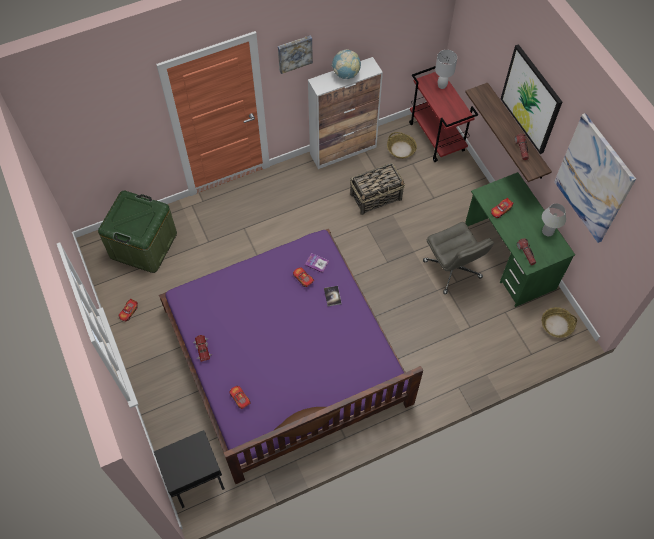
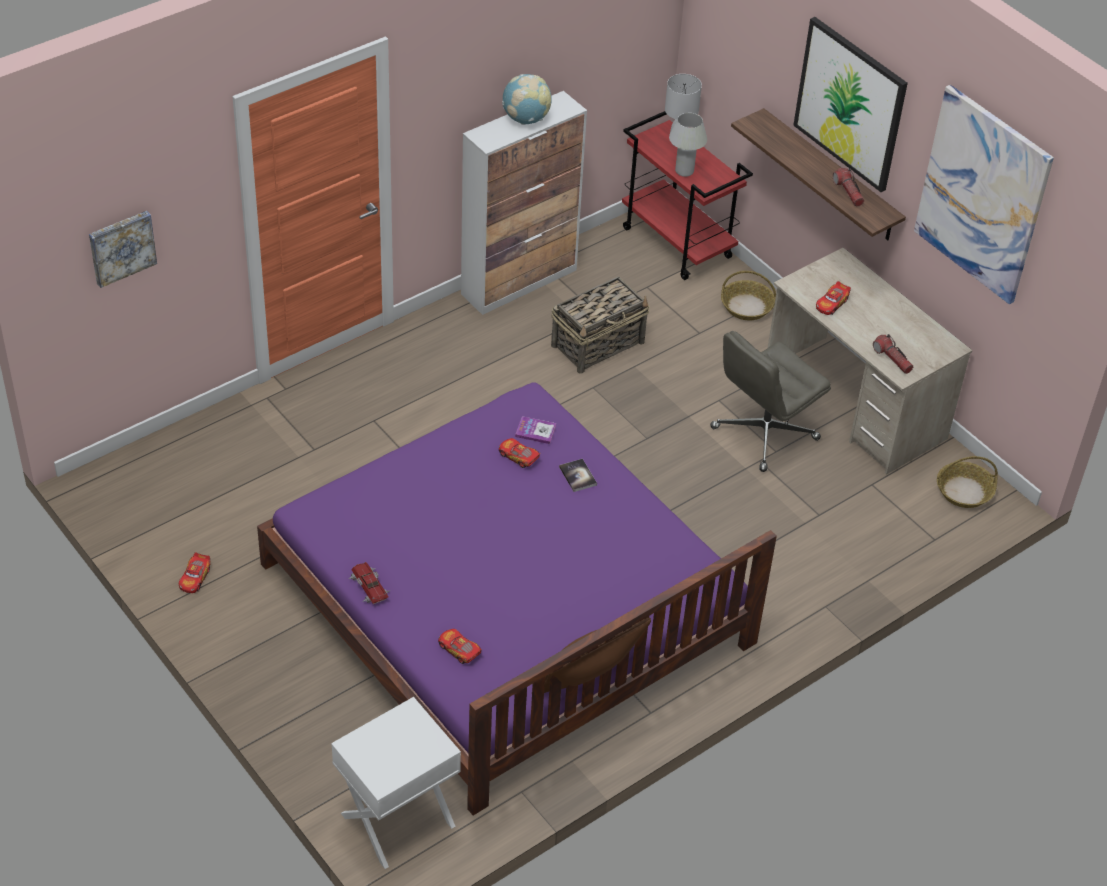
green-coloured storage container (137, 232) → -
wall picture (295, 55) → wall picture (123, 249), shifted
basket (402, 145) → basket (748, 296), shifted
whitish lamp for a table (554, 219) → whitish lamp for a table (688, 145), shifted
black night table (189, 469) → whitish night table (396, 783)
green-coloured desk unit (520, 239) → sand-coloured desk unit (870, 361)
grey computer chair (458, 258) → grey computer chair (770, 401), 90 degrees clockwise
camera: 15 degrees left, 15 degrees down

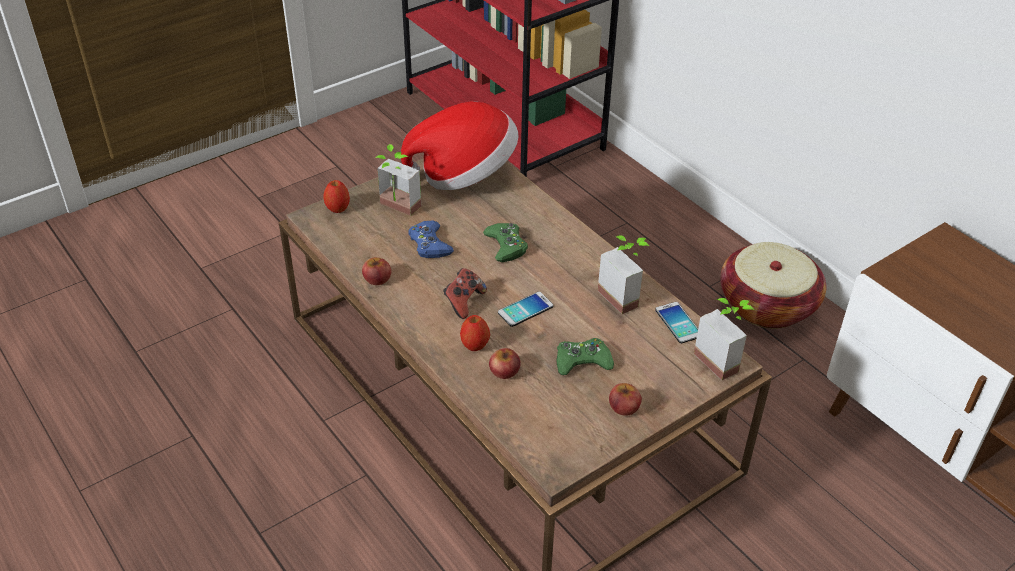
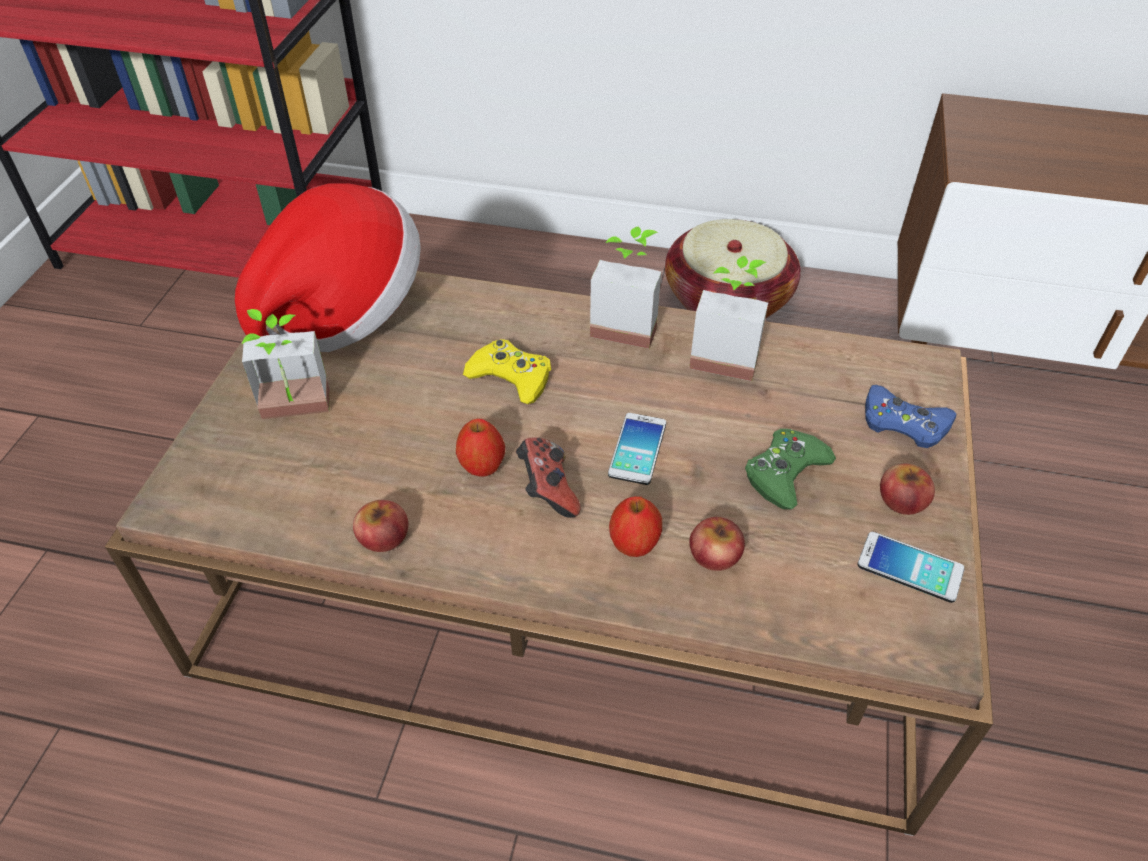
apple (336, 196) → apple (480, 448), shifted
blue-coloured gamepad (431, 239) → blue-coloured gamepad (910, 416), shifted
handset (676, 322) → handset (911, 567), shifted
plant in a pot (724, 339) → plant in a pot (625, 287), shifted
green-coloured gamepad (505, 242) → yellowish gamepad (507, 371)
camera: 40 degrees left, 5 degrees up

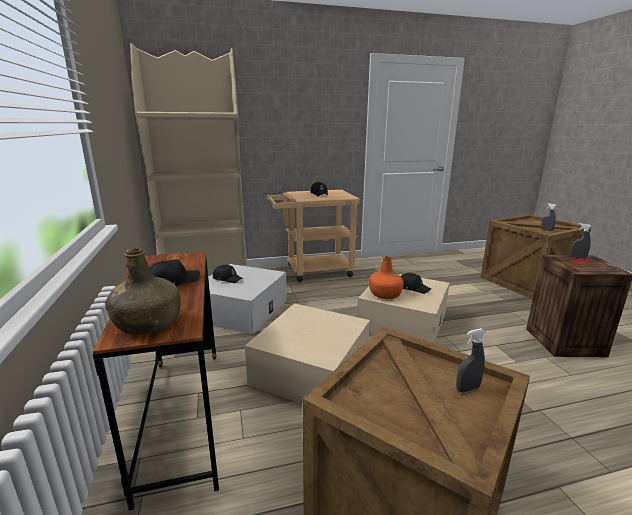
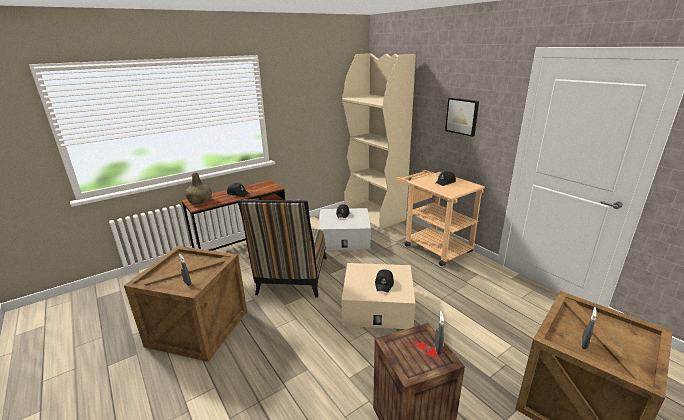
orange-coloured drink bottle (386, 277) → -
- → wall picture (462, 117)
sand-coloured storage container (307, 353) → plain chair (282, 248)
camera: 70 degrees right, 5 degrees up

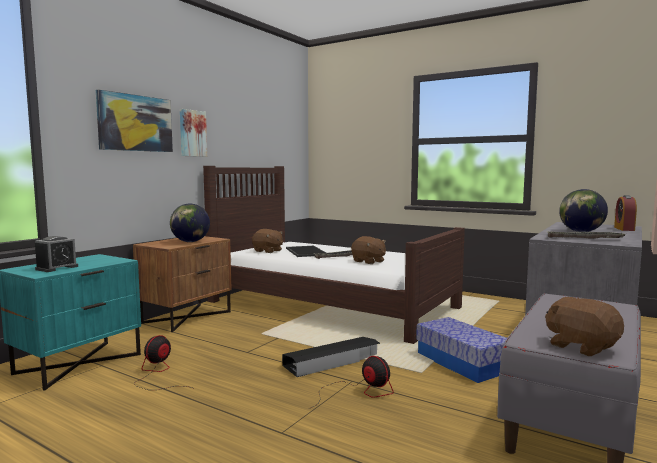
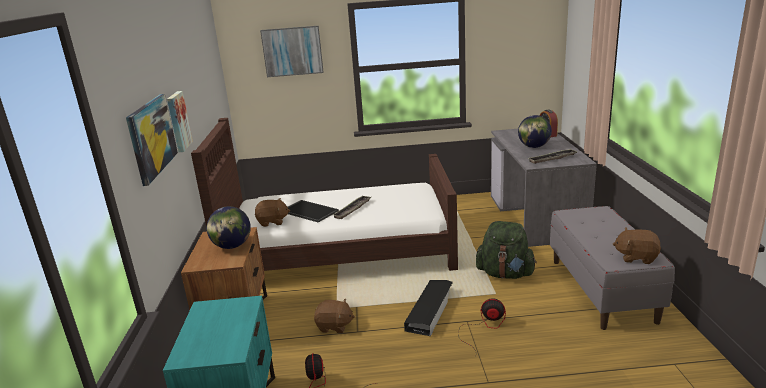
alarm clock (56, 254) → -
- → wall picture (292, 51)
brown-coloured soft toy (368, 250) → brown-coloured soft toy (334, 316), shifted
storage container (461, 350) → green-coloured knapsack (506, 250)
camera: 35 degrees left, 15 degrees up

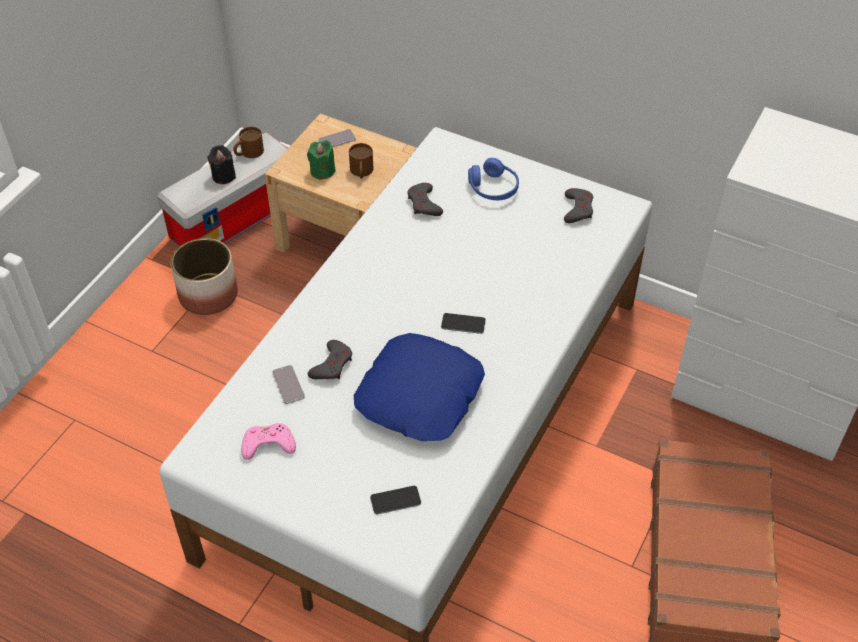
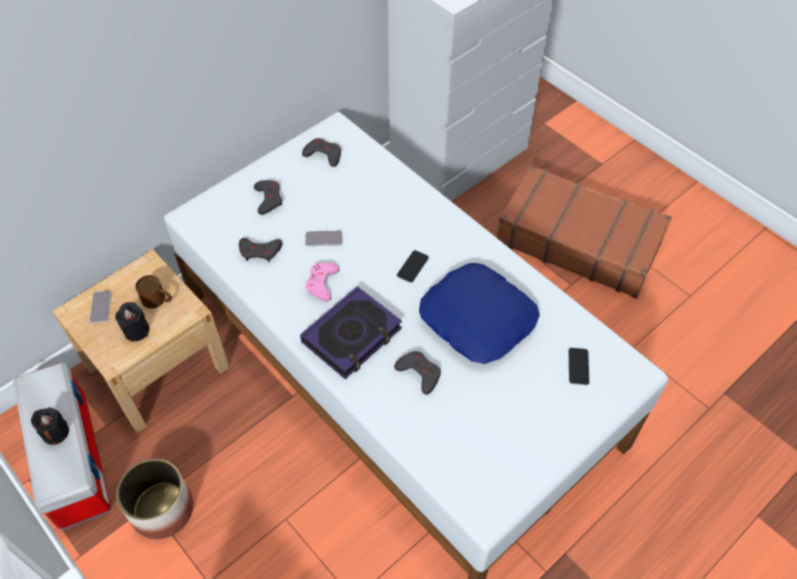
brown-coloured mug (248, 142) → -
- → book (351, 332)
pink-coloured gamepad (268, 441) → pink-coloured gamepad (322, 281), shifted
handset (288, 384) → handset (323, 238), shifted
blue-coloured pair of headphones (493, 179) → grey gamepad (268, 197)
green-coloured wax candle (321, 160) → black wax candle (132, 321)
camera: 70 degrees left, 5 degrees up

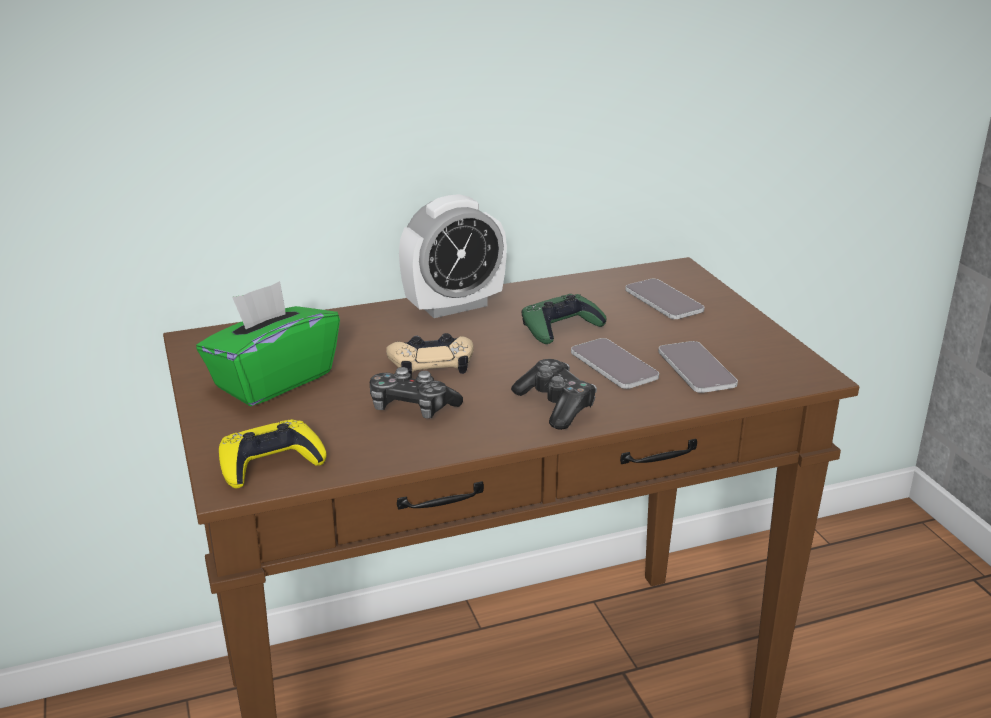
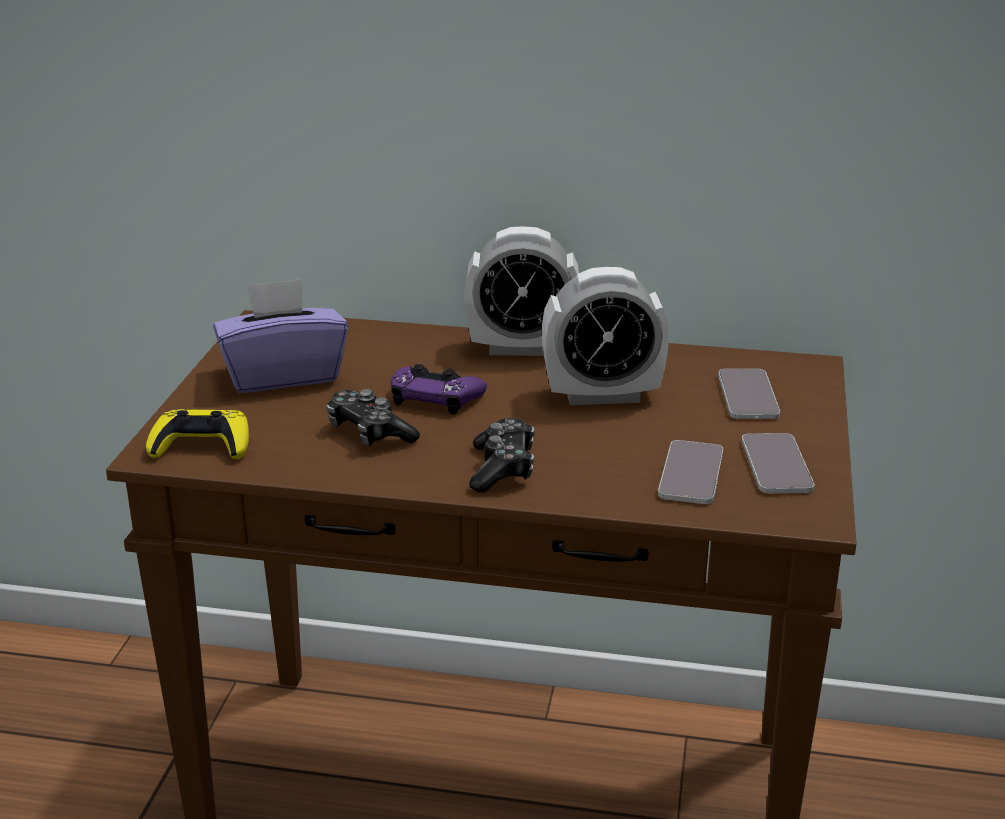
handset (615, 363) → handset (778, 463), shifted
green-coloured gamepad (564, 319) → alarm clock (605, 336)
green-coloured tissue box (268, 343) → purplish tissue box (281, 336)
sand-coloured gamepad (430, 354) → purplish gamepad (439, 389)
camera: 30 degrees right, 0 degrees up

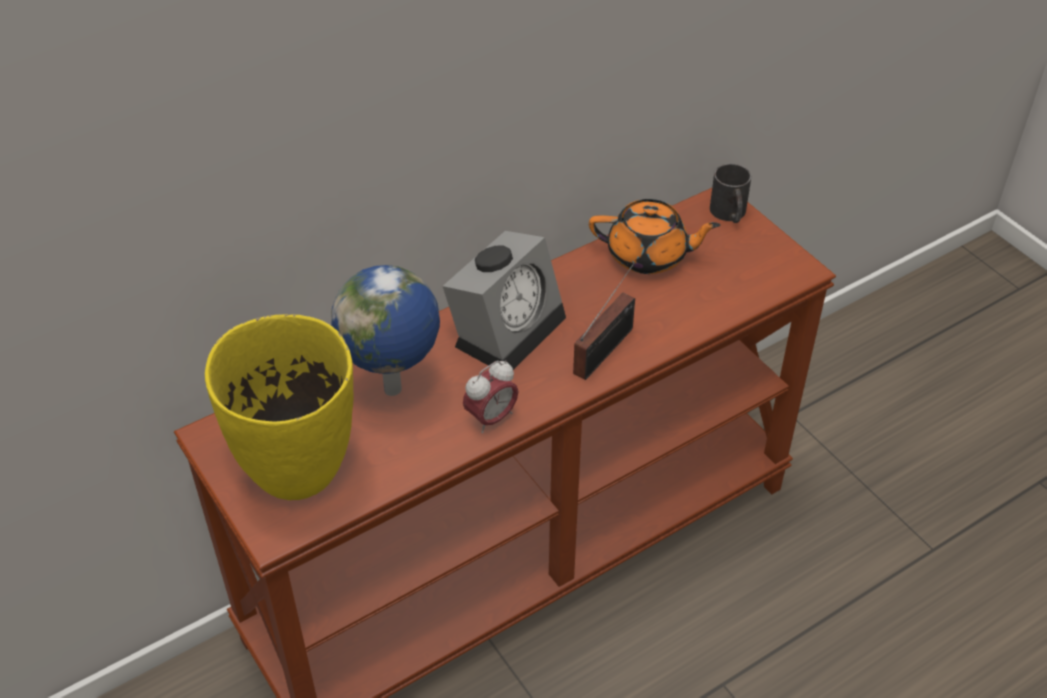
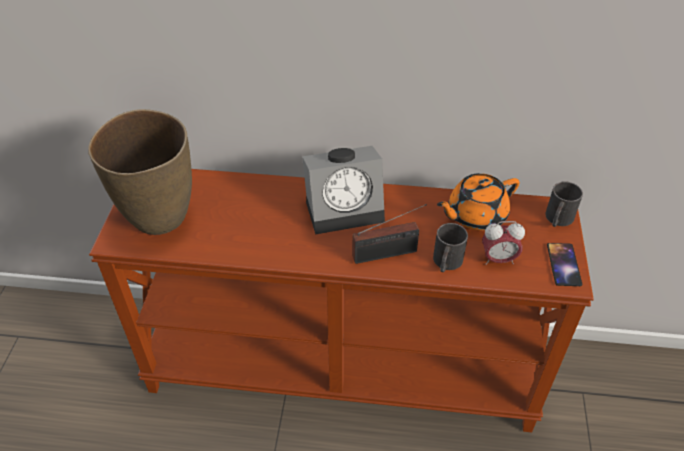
desk globe (385, 330) → -
- → black mug (450, 247)
- → handset (564, 264)
alarm clock (490, 396) → alarm clock (503, 243), shifted
yellowish decorative vase (279, 407) → brown-coloured decorative vase (140, 172)
orange-coloured teapot (654, 236) → orange-coloured teapot (478, 202), 105 degrees clockwise
camera: 40 degrees right, 0 degrees up

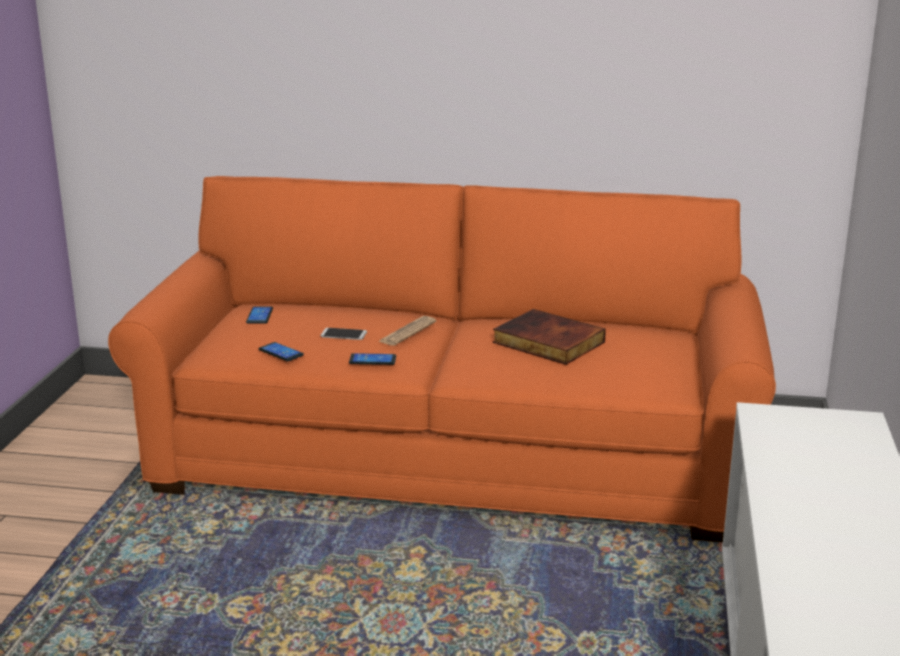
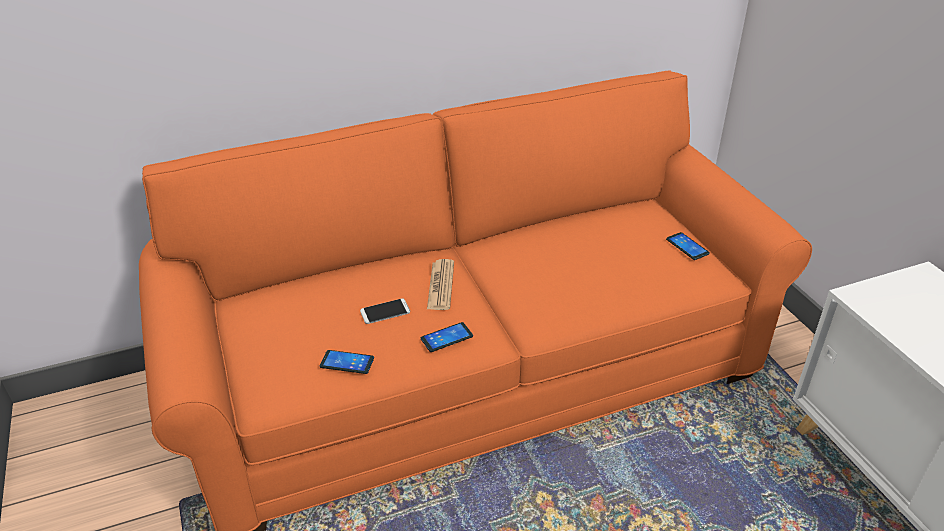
book (549, 337) → -
handset (259, 315) → handset (688, 246), shifted
camera: 30 degrees left, 15 degrees up

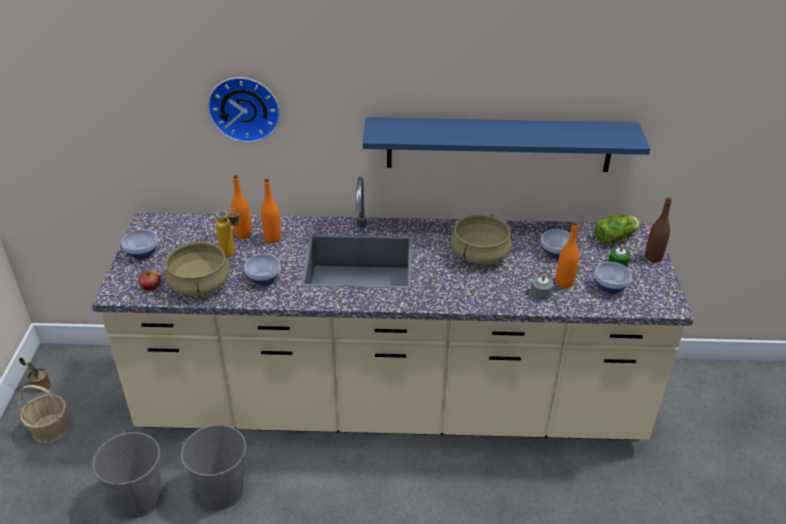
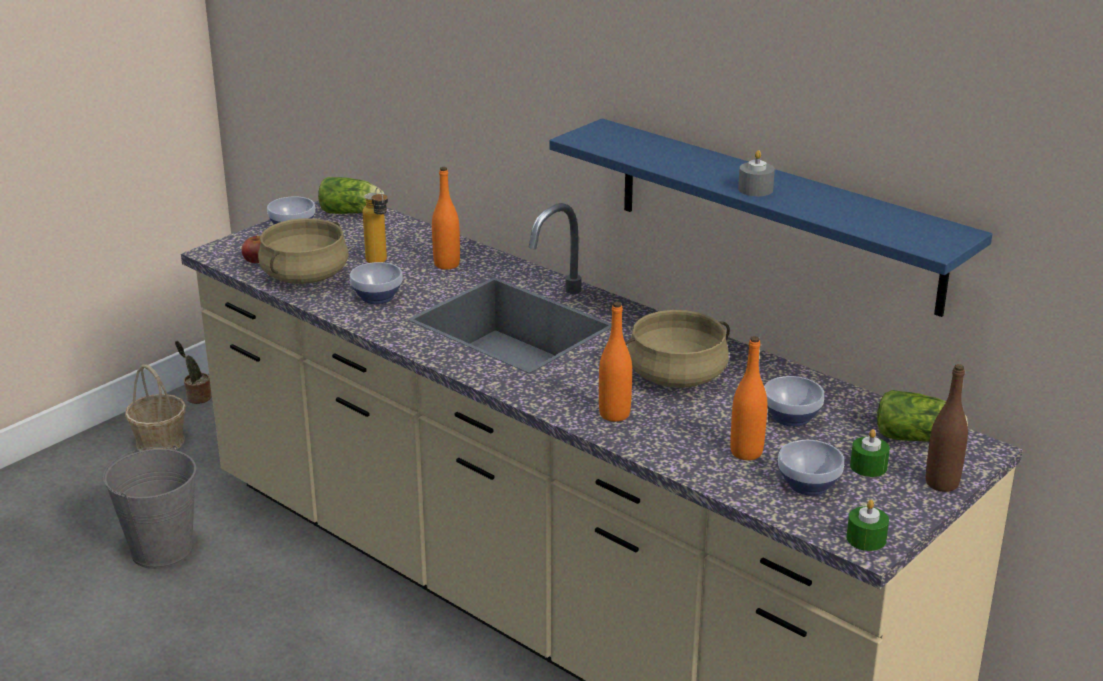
grey pail (213, 467) → -
wall clock (243, 110) → -
- → lettuce (351, 195)
- → green-coloured wax candle (867, 525)
orange-coloured drink bottle (241, 207) → orange-coloured drink bottle (615, 362), shifted
grey wax candle (542, 287) → grey wax candle (756, 173), shifted
camera: 40 degrees right, 10 degrees down

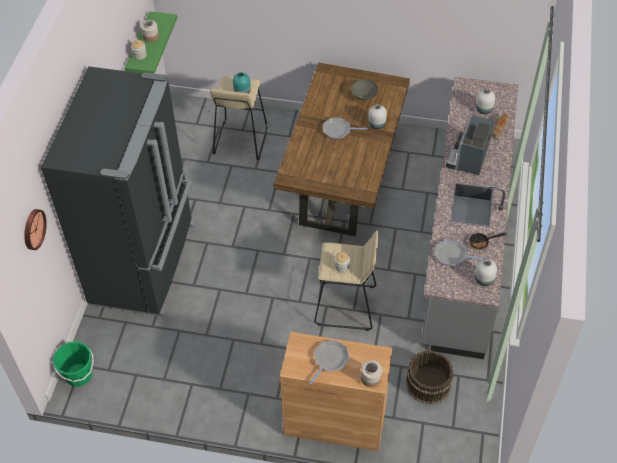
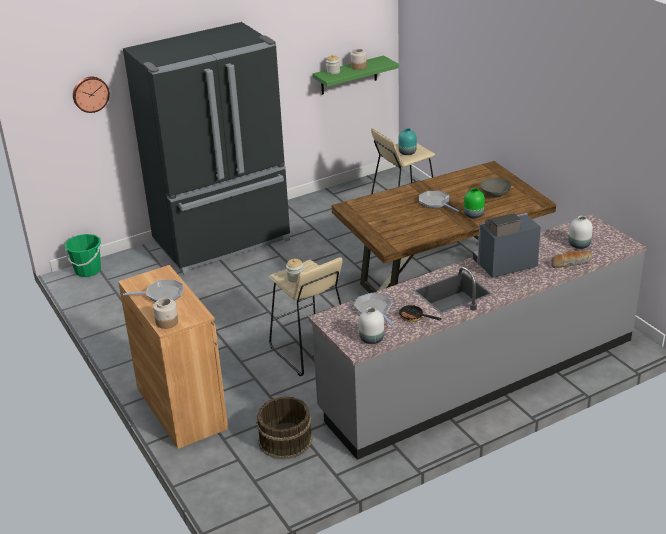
whitish decorative vase (377, 117) → green-coloured decorative vase (474, 203)
camera: 50 degrees right, 20 degrees down

